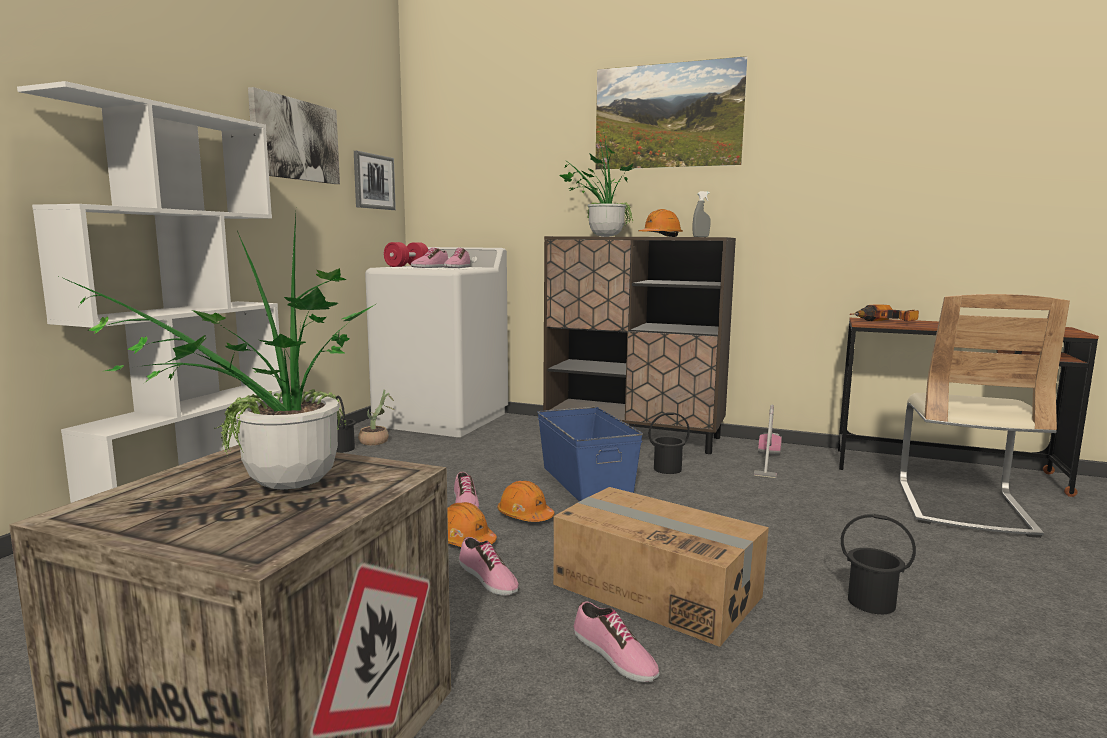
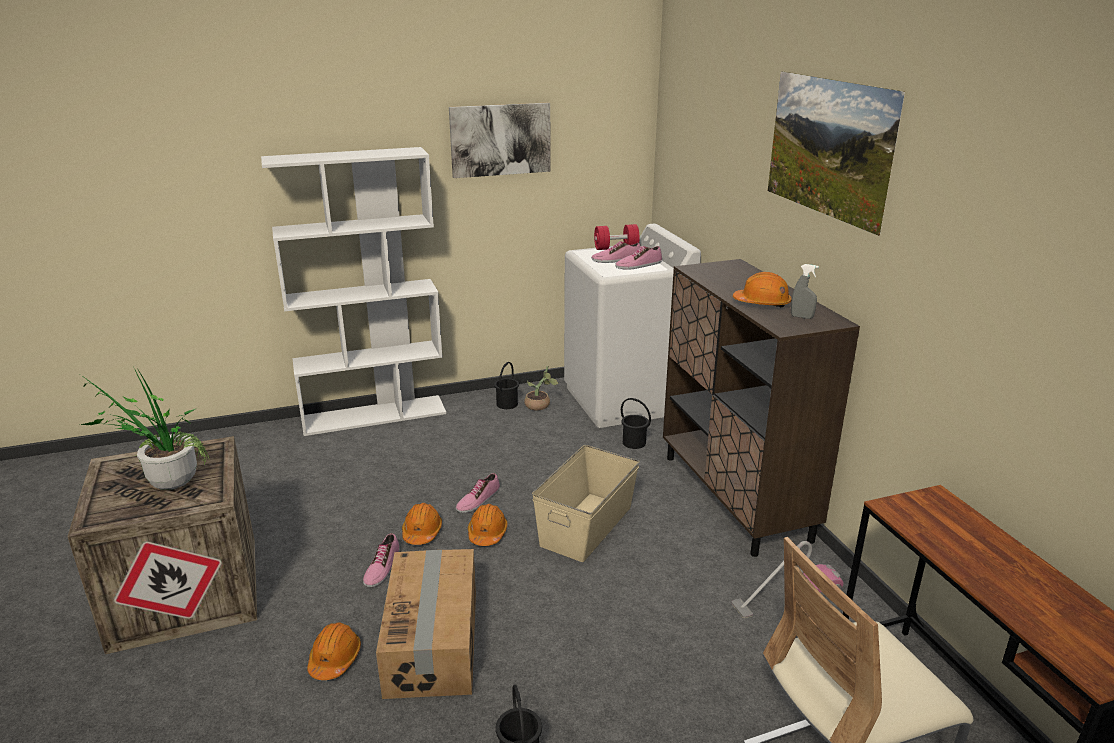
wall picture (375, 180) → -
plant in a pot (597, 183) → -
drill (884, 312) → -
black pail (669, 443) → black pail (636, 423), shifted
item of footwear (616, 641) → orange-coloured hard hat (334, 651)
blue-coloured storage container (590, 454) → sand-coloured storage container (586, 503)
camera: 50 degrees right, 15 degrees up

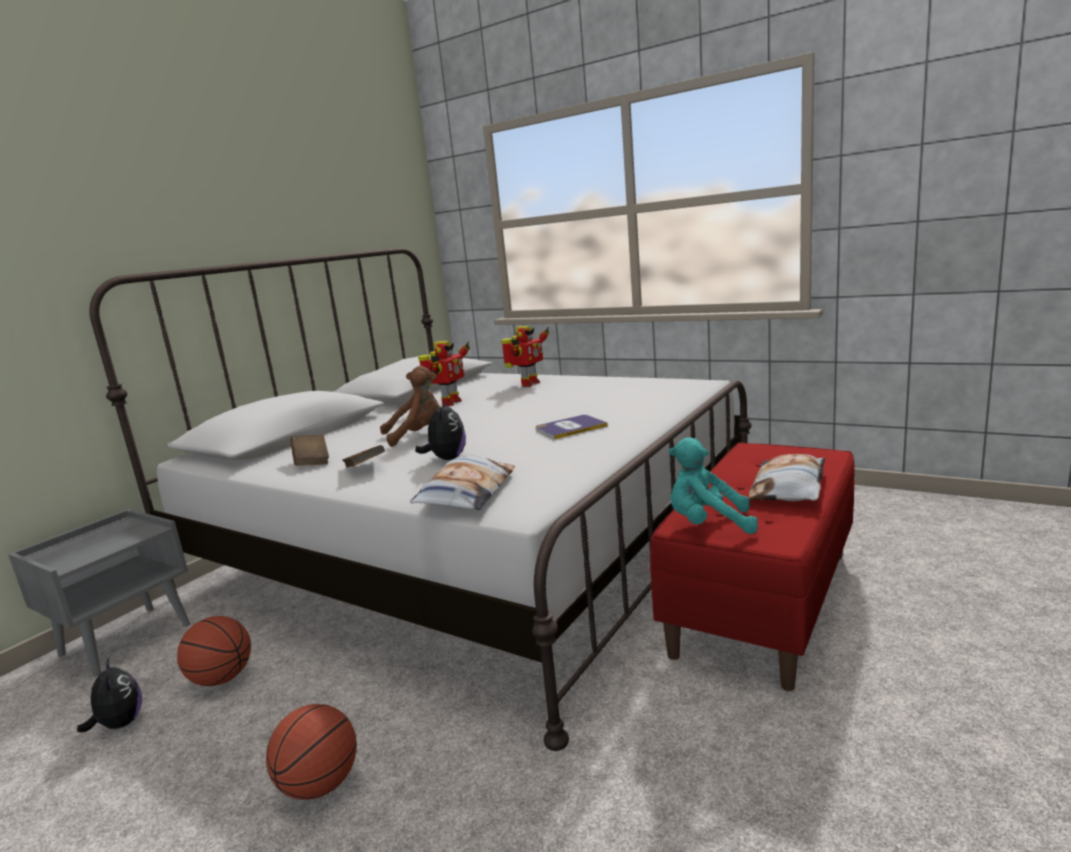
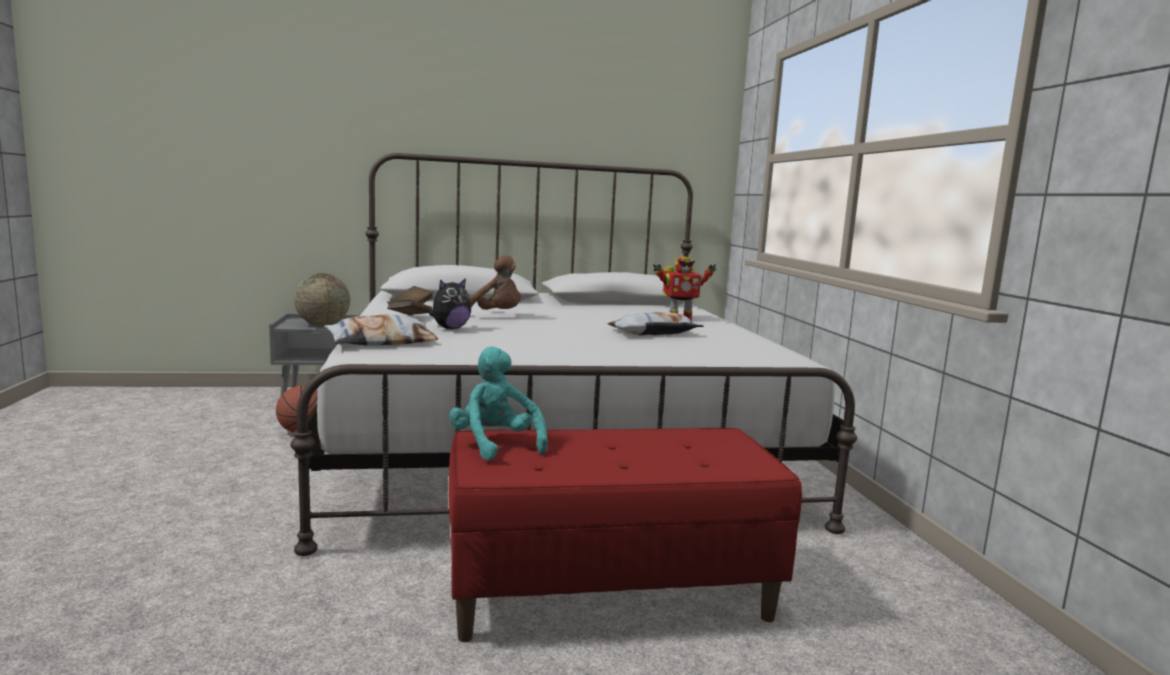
soft toy (109, 695) → -
basketball ball (311, 752) → -
toy robot (444, 373) → -
book (572, 427) → -
- → desk globe (322, 299)
cushion (786, 477) → cushion (655, 323), shifted
camera: 45 degrees right, 5 degrees down

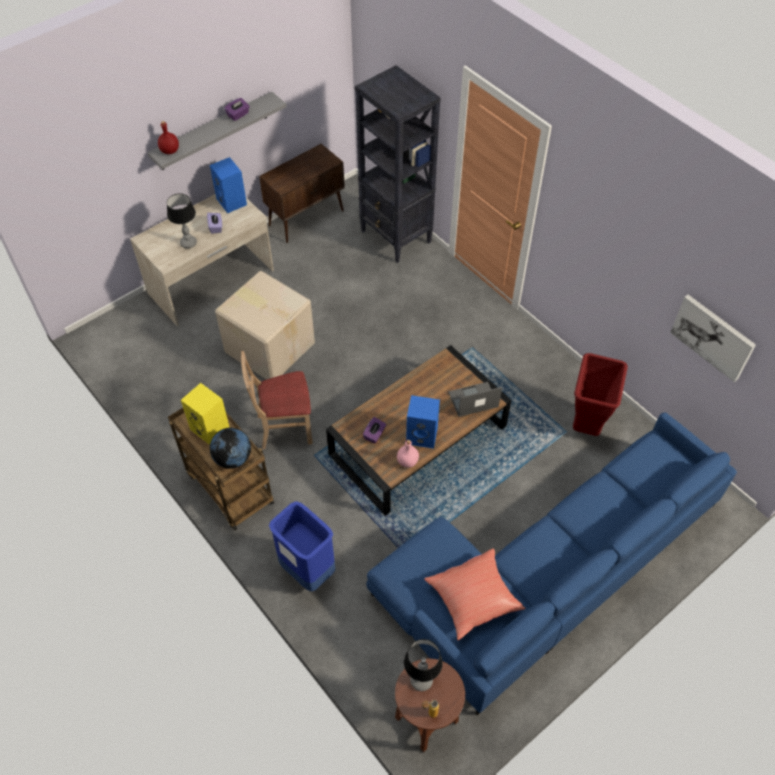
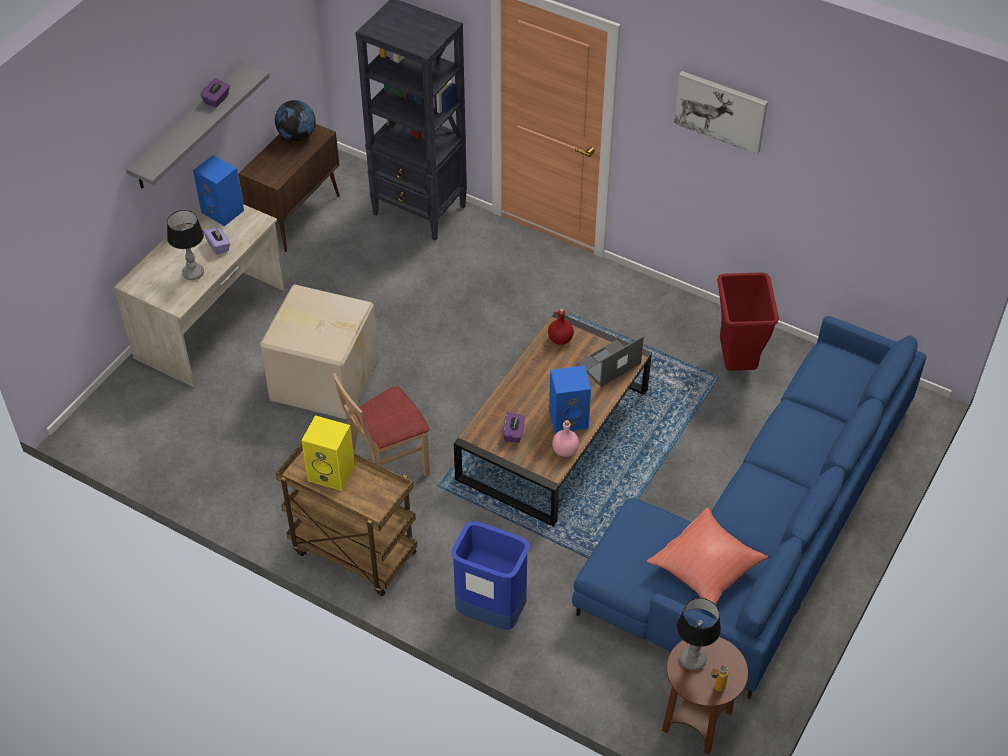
reddish drink bottle (168, 137) → reddish drink bottle (561, 326), shifted
desk globe (230, 448) → desk globe (295, 120), shifted
wall picture (713, 338) → wall picture (721, 112), shifted
camera: 20 degrees left, 5 degrees down

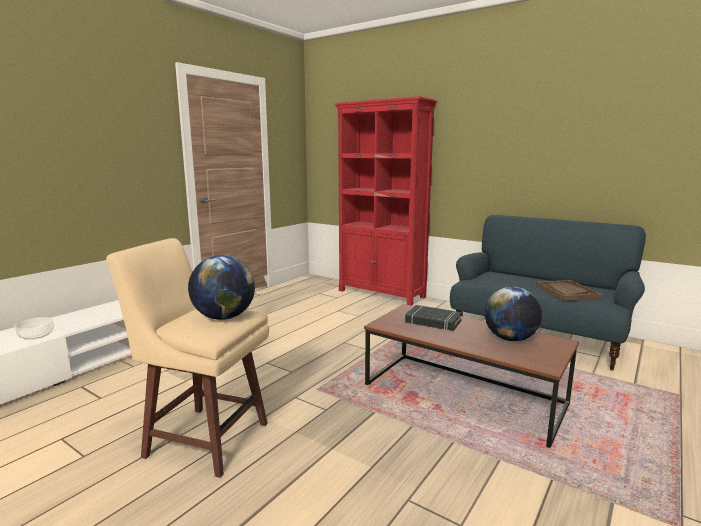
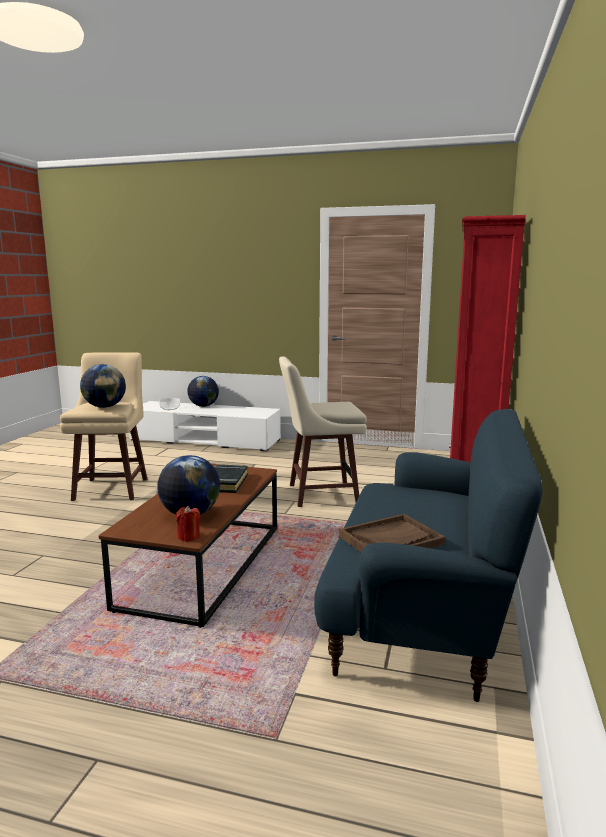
- → reddish wax candle (188, 524)
- → desk globe (203, 391)
- → sand-coloured stool (323, 431)
camera: 70 degrees right, 0 degrees up

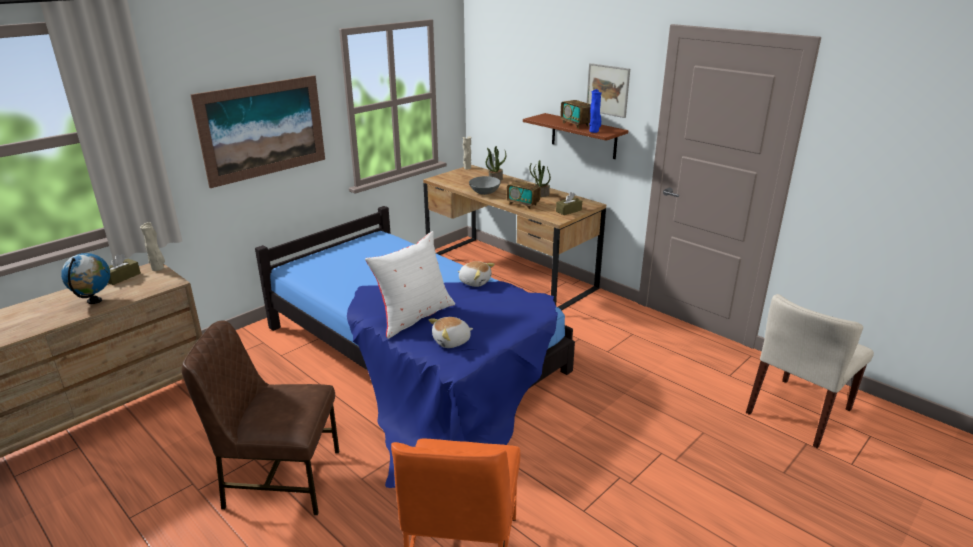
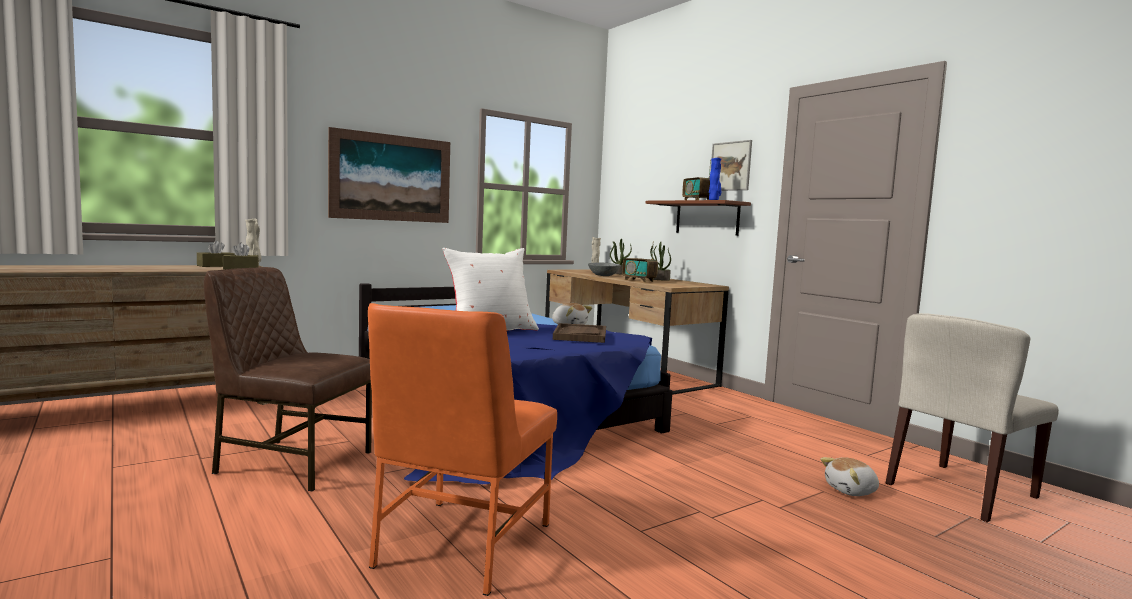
desk globe (85, 278) → -
- → brown-coloured tray (579, 333)
soft toy (450, 332) → soft toy (850, 476), shifted
brown-coloured tissue box (569, 203) → brown-coloured tissue box (240, 255), shifted
camera: 10 degrees right, 20 degrees down

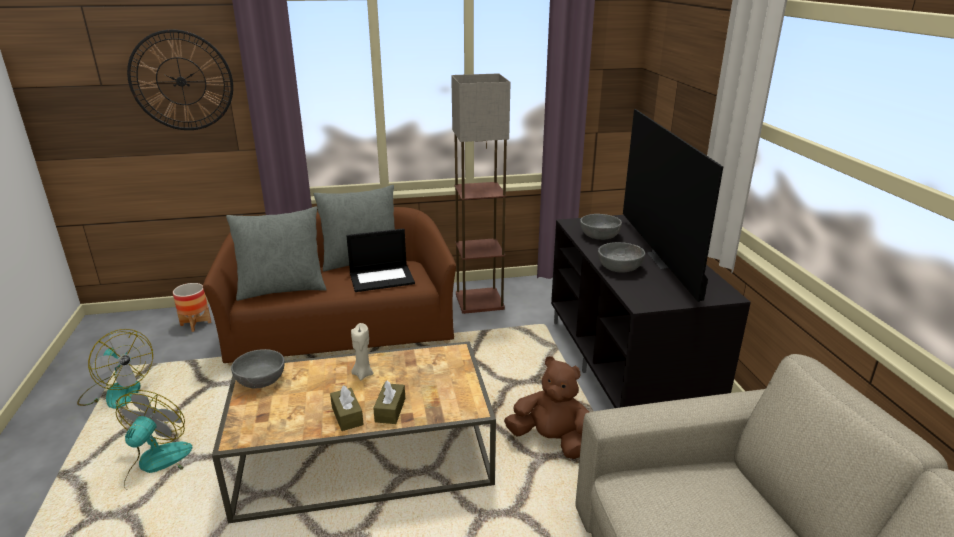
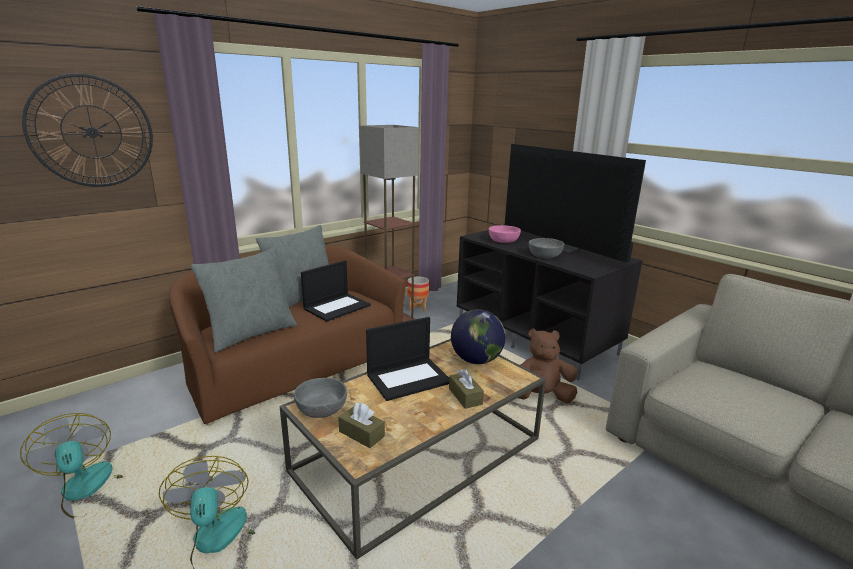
- → desk globe (478, 336)
flower pot (192, 307) → flower pot (418, 294), shifted
brown-coloured tissue box (347, 408) → brown-coloured tissue box (361, 425), shifted
sand-coloured wax candle (362, 351) → notebook computer (407, 359)
grey bowl (601, 227) → pink-coloured bowl (505, 234)
fan (115, 369) → fan (71, 466), 135 degrees counterclockwise
camera: 30 degrees left, 5 degrees down

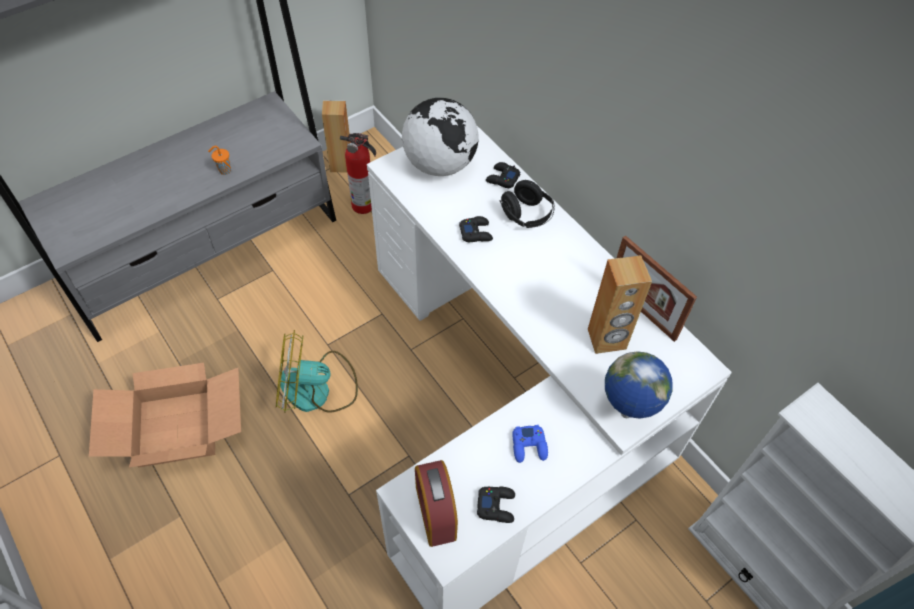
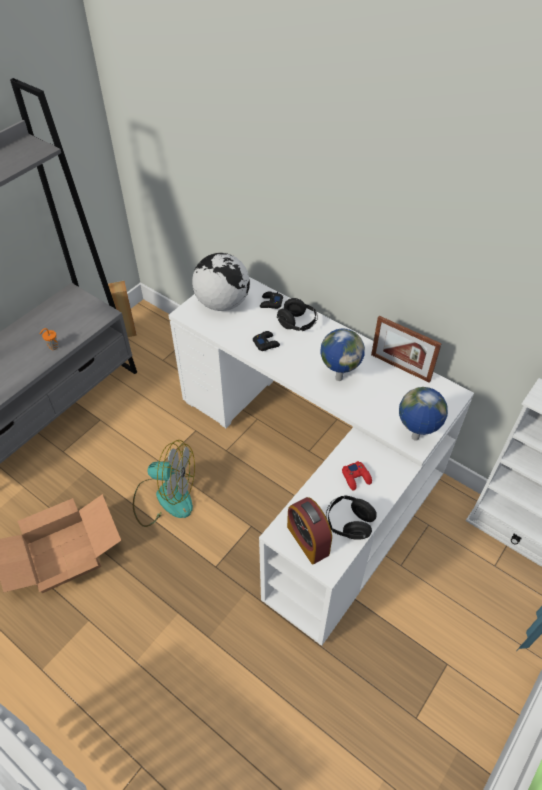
extinguisher (358, 173) → -
brown-coloured speaker (620, 304) → -
- → desk globe (342, 354)
black gamepad (496, 504) → black pair of headphones (351, 517)
blue-coloured gamepad (530, 444) → reddish gamepad (357, 476)
fan (317, 371) → fan (164, 483), 150 degrees counterclockwise
camera: 15 degrees left, 5 degrees down

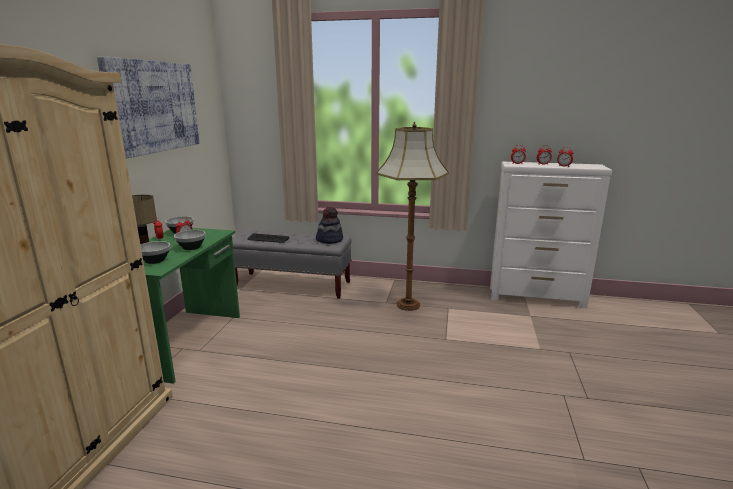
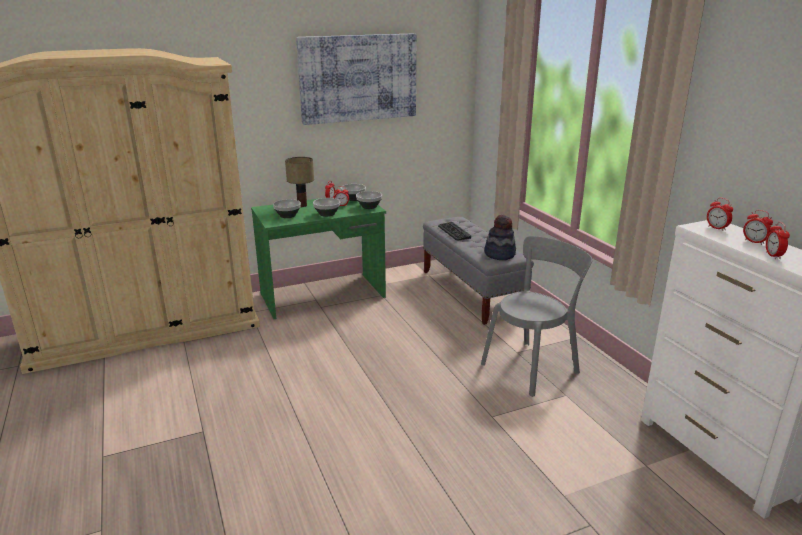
- → bowl (369, 200)
floor lamp (412, 216) → grey plain chair (536, 316)
camera: 55 degrees right, 5 degrees up

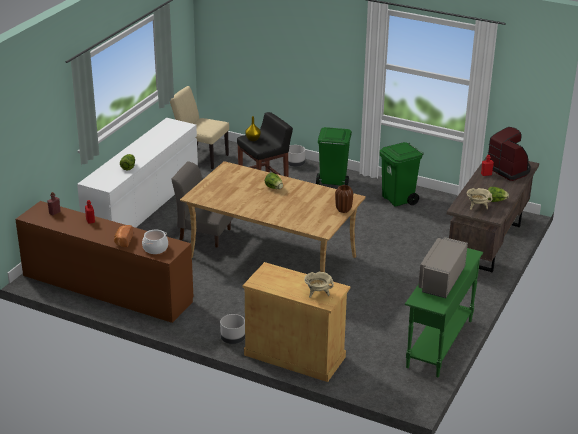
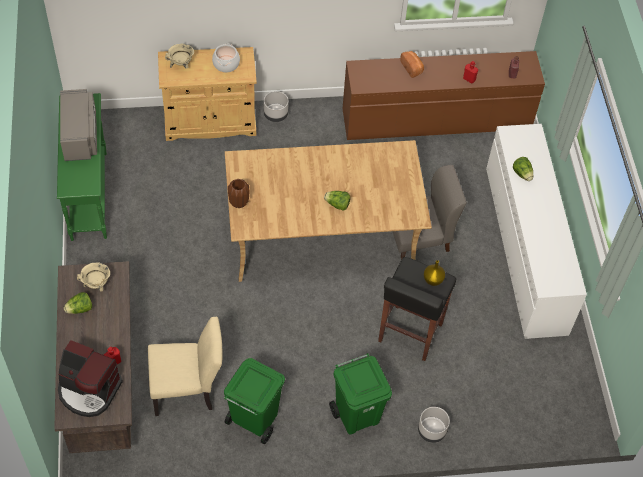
cooking pot (155, 242) → cooking pot (226, 58), shifted
sand-coloured plain chair (199, 127) → sand-coloured plain chair (185, 366), shifted
camera: 145 degrees right, 25 degrees up

